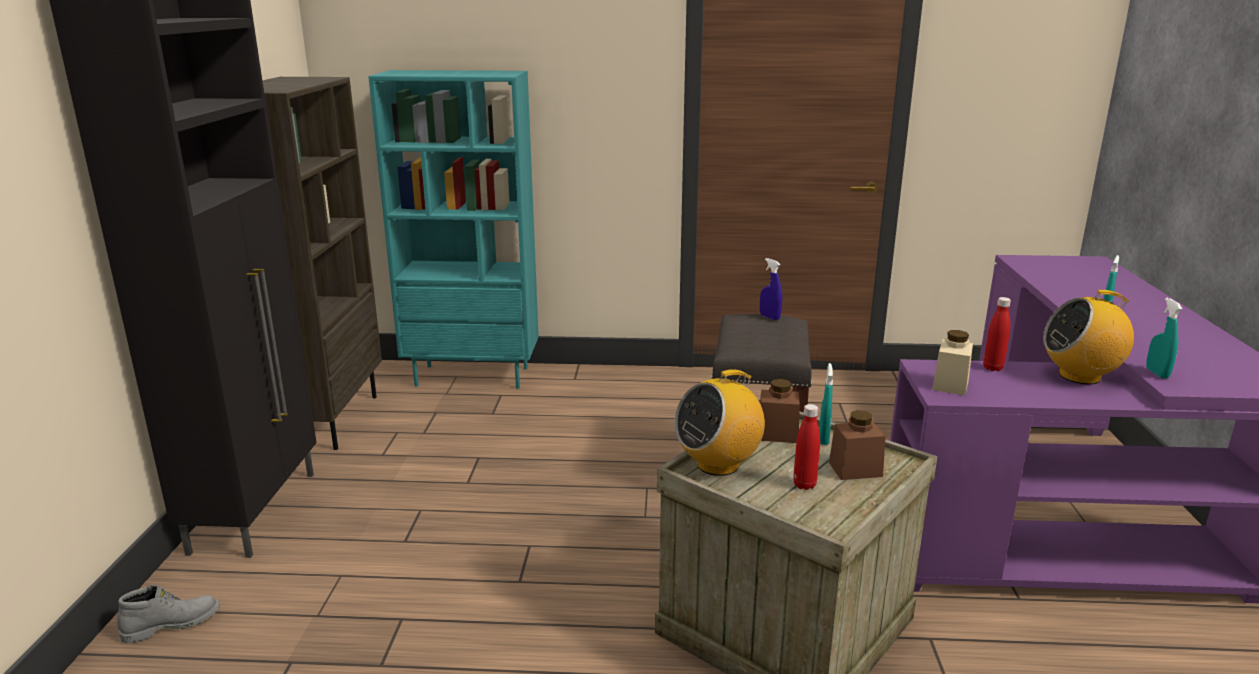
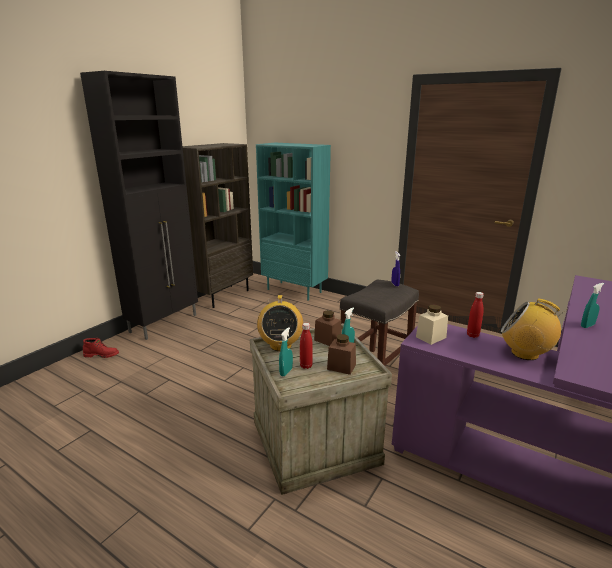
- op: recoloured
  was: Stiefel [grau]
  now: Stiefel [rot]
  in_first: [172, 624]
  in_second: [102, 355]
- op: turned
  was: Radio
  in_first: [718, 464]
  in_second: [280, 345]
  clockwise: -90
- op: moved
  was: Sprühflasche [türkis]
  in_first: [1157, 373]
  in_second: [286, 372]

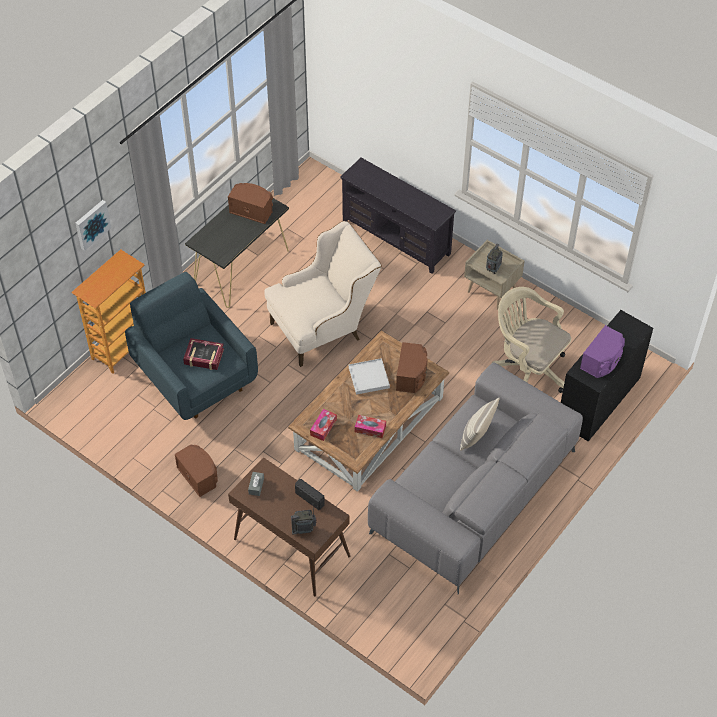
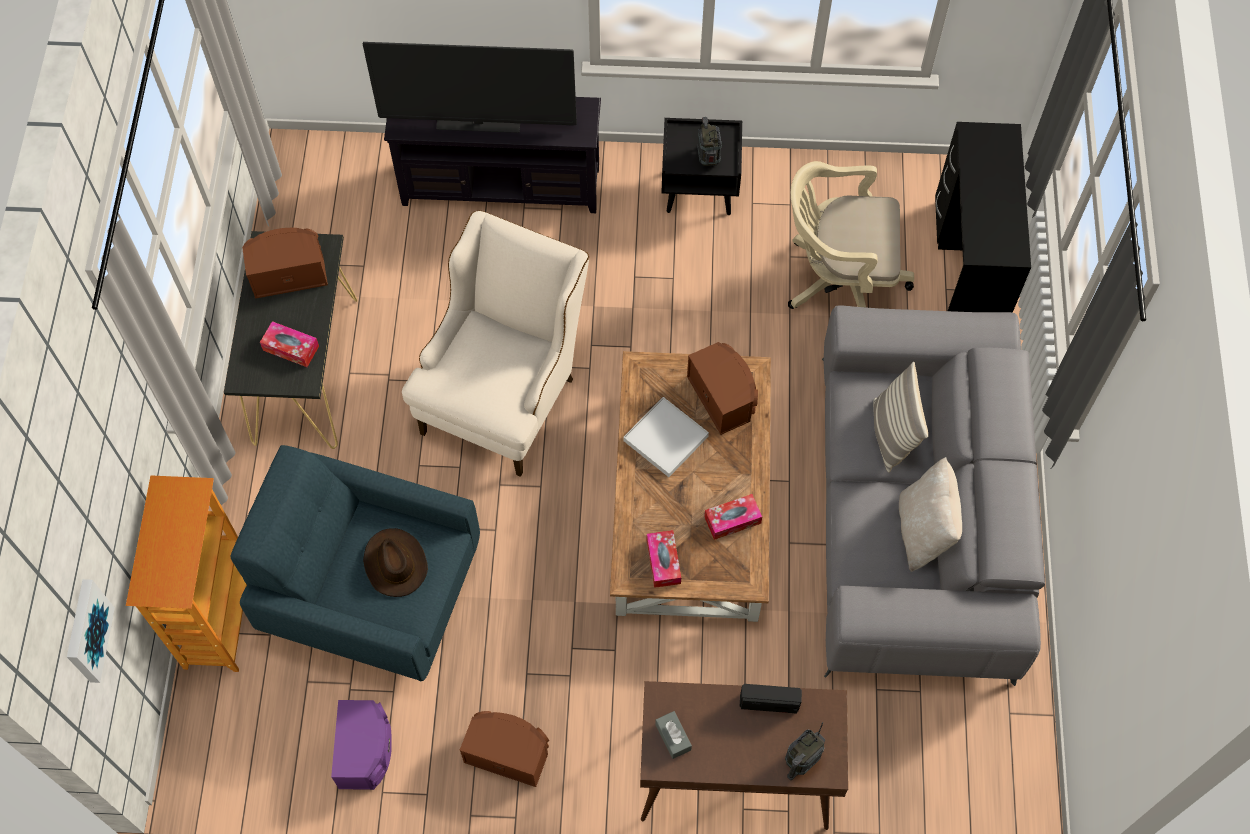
- op: moved
  was: Bild
  in_first: [91, 224]
  in_second: [86, 631]
- op: added
  now: Taschentuchbox
  in_second: [291, 348]
- op: moved
  was: Lautsprecher [lila]
  in_first: [602, 361]
  in_second: [366, 751]
- op: added
  now: Fernseher
  in_second: [478, 125]
- op: replaced
  was: Buch
  now: Hut [braun]
  in_first: [204, 357]
  in_second: [395, 563]
- op: recoloured
  was: Nachttisch [beige]
  now: Nachttisch [schwarz]
  in_first: [492, 291]
  in_second: [700, 191]
- op: added
  now: Kissen [beige]
  in_second: [923, 531]

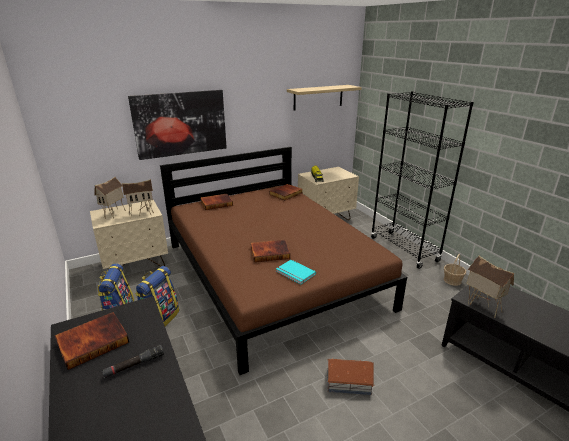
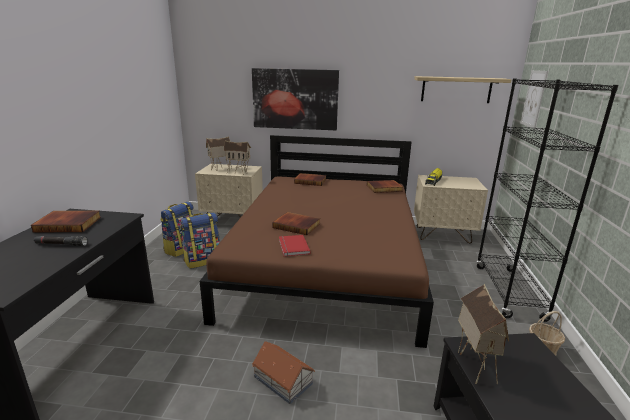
- op: recoloured
  was: Buch [türkis]
  now: Buch [rot]
  in_first: [295, 273]
  in_second: [292, 247]
- op: added
  now: Bild
  in_second: [534, 99]

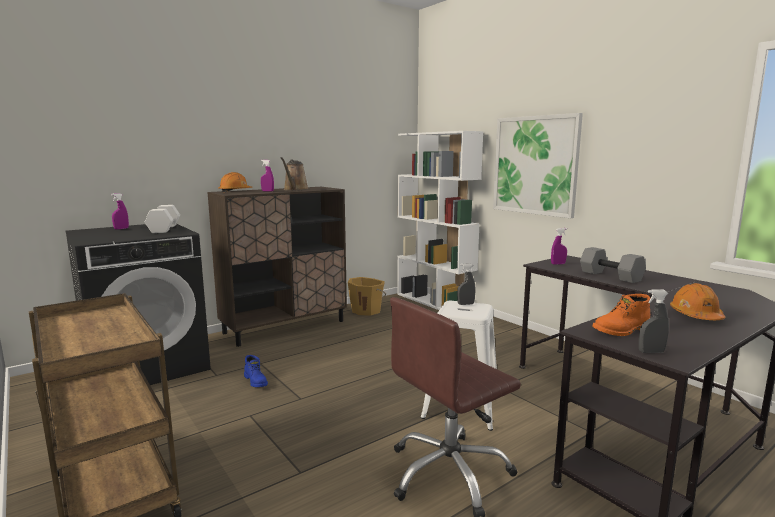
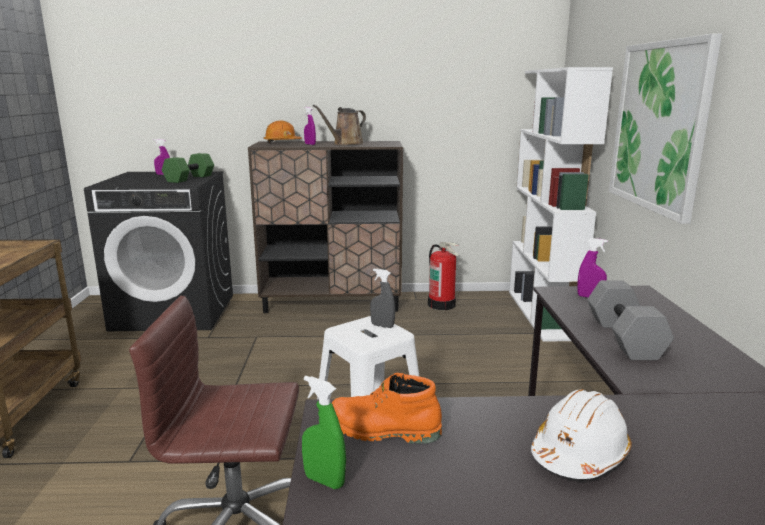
- op: recoloured
  was: Hantel [weiß]
  now: Hantel [grün]
  in_first: [165, 229]
  in_second: [190, 178]
- op: recoloured
  was: Sprühflasche [grau]
  now: Sprühflasche [grün]
  in_first: [651, 352]
  in_second: [324, 481]
- op: replaced
  was: Eimer [orange]
  now: Feuerlöscher
  in_first: [367, 310]
  in_second: [442, 305]
- op: recoloured
  was: Schutzhelm [orange]
  now: Schutzhelm [weiß]
  in_first: [695, 315]
  in_second: [579, 453]
- op: removed
  was: Stiefel [blau]
  in_first: [256, 381]

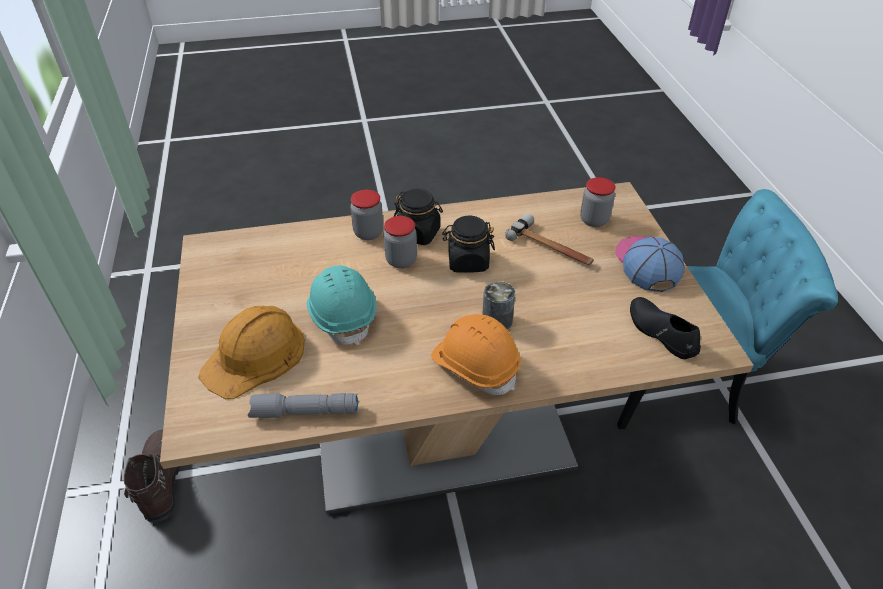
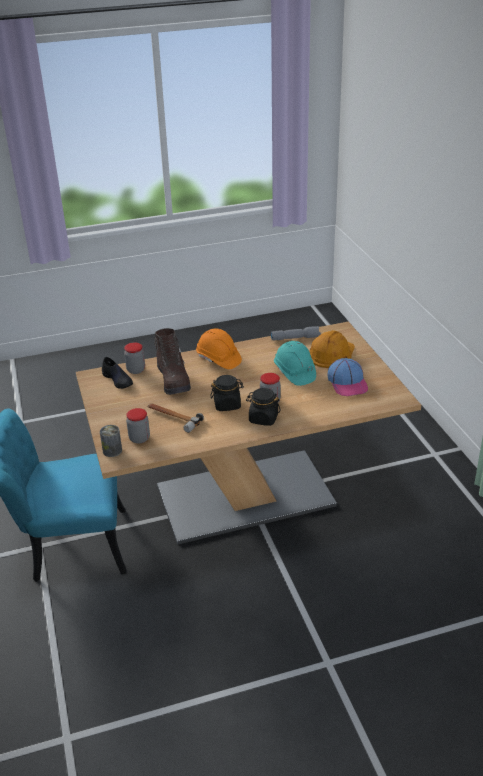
- op: moved
  was: Dose
  in_first: [497, 321]
  in_second: [112, 451]
- op: moved
  was: Vorratsglas
  in_first: [368, 233]
  in_second: [136, 370]
- op: moved
  was: Stiefel [braun]
  in_first: [162, 480]
  in_second: [174, 380]
- op: moved
  was: Kappe
  in_first: [646, 264]
  in_second: [348, 383]

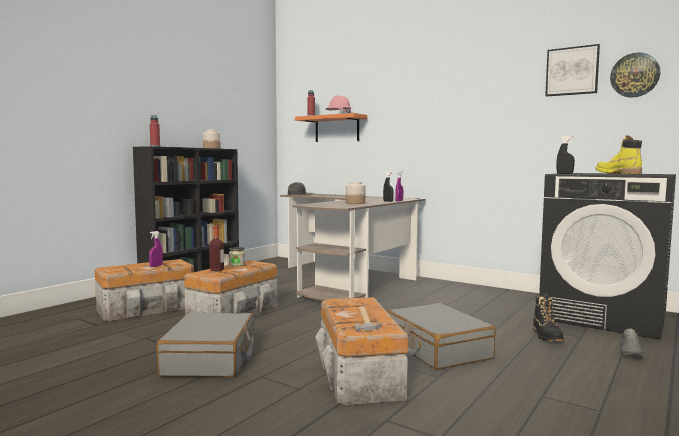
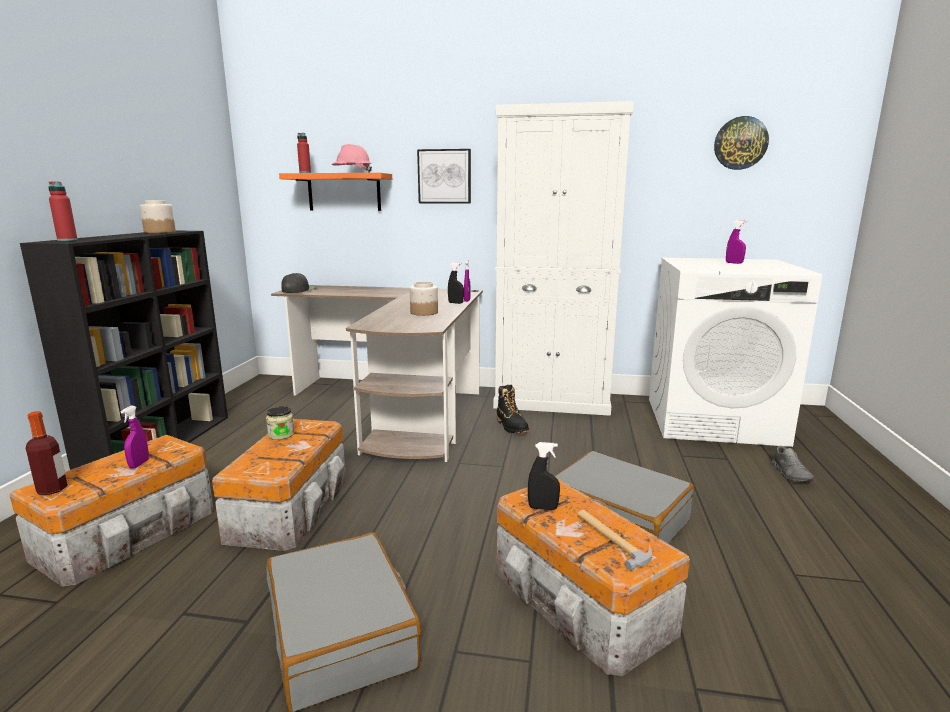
- op: moved
  was: Flasche
  in_first: [216, 270]
  in_second: [52, 489]
- op: moved
  was: Bild
  in_first: [572, 71]
  in_second: [444, 176]
- op: added
  now: Schrank [weiß]
  in_second: [552, 401]
- op: moved
  was: Stiefel [schwarz]
  in_first: [547, 336]
  in_second: [511, 426]
- op: moved
  was: Sprühflasche [schwarz]
  in_first: [564, 173]
  in_second: [543, 508]
- op: recoloured
  was: Waschmaschine [schwarz]
  now: Waschmaschine [weiß]
  in_first: [604, 316]
  in_second: [714, 420]
- op: replaced
  was: Stiefel [gelb]
  now: Sprühflasche [lila]
  in_first: [617, 173]
  in_second: [734, 263]

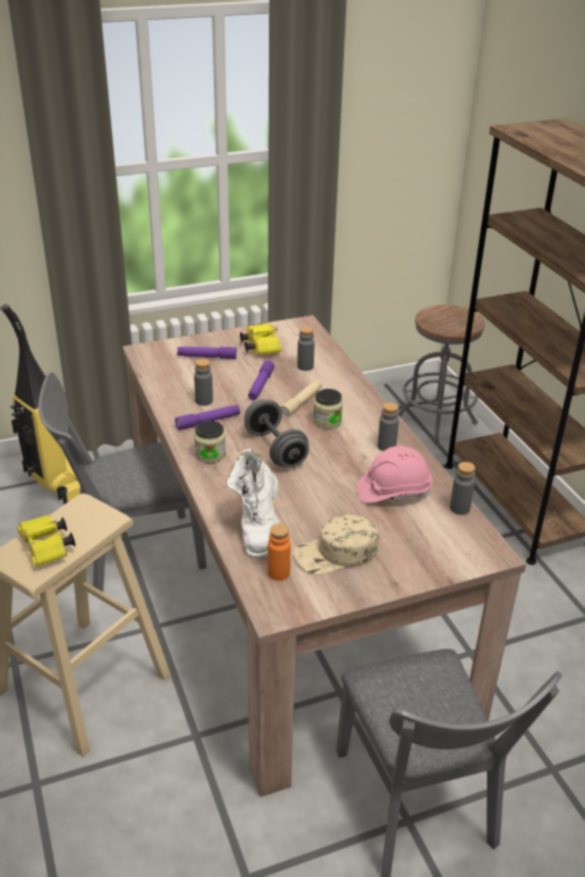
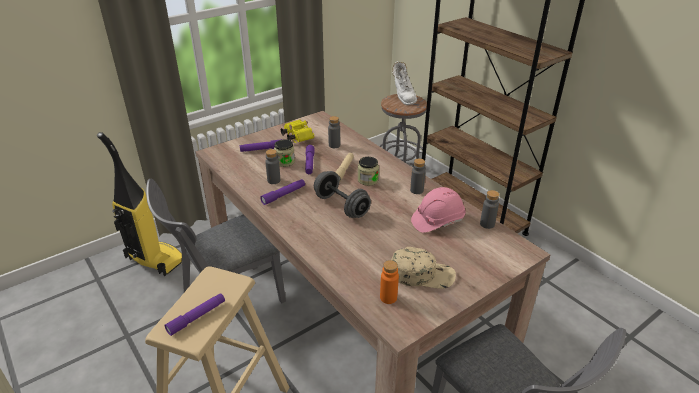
- op: replaced
  was: Fernglas [gelb]
  now: Taschenlampe [lila]
  in_first: [47, 549]
  in_second: [197, 317]
- op: moved
  was: Vorratsglas
  in_first: [210, 454]
  in_second: [285, 162]
- op: turned
  was: Kappe [beige]
  in_first: [336, 553]
  in_second: [422, 273]
  clockwise: -135
- op: moved
  was: Stiefel [weiß]
  in_first: [258, 529]
  in_second: [403, 97]

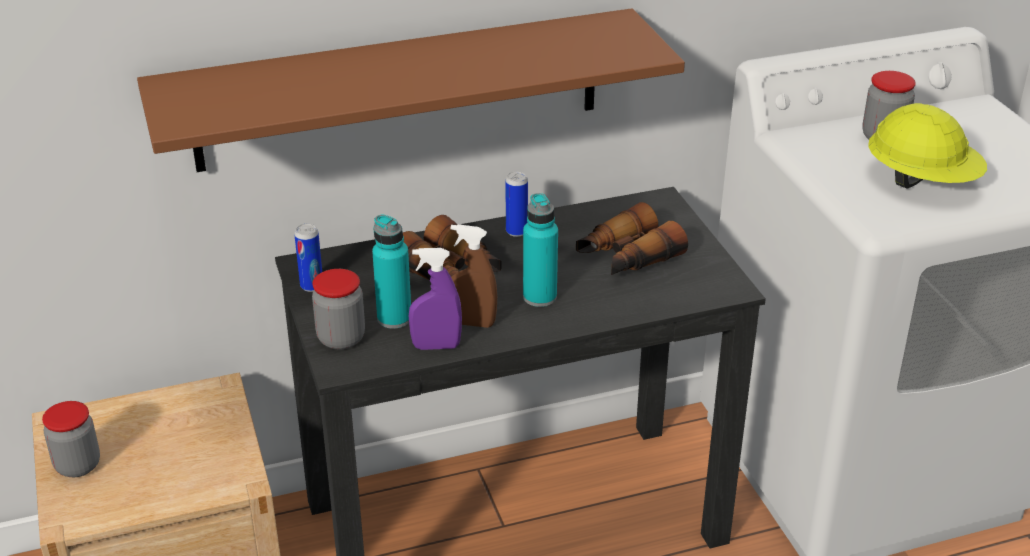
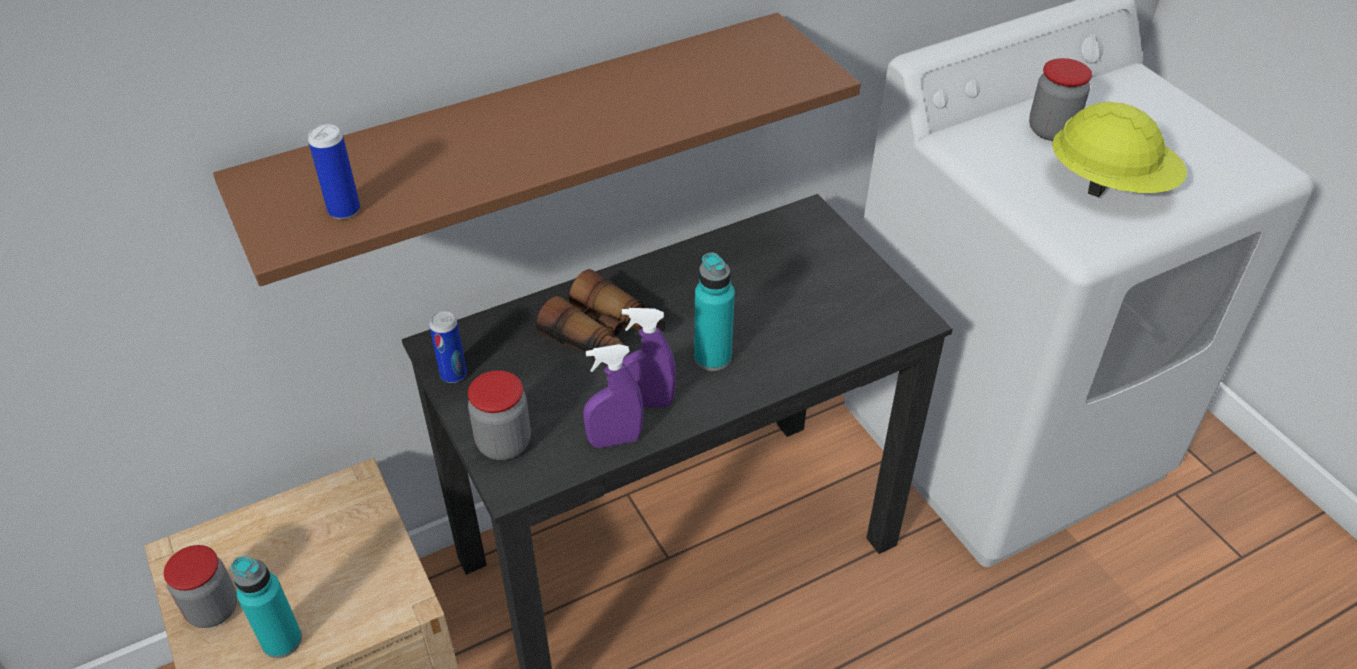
- op: moved
  was: Flasche [türkis]
  in_first: [394, 318]
  in_second: [282, 641]
- op: moved
  was: Dose
  in_first: [516, 231]
  in_second: [344, 210]
- op: recoloured
  was: Sprühflasche [braun]
  now: Sprühflasche [lila]
  in_first: [472, 323]
  in_second: [647, 402]
- op: removed
  was: Fernglas
  in_first: [627, 257]

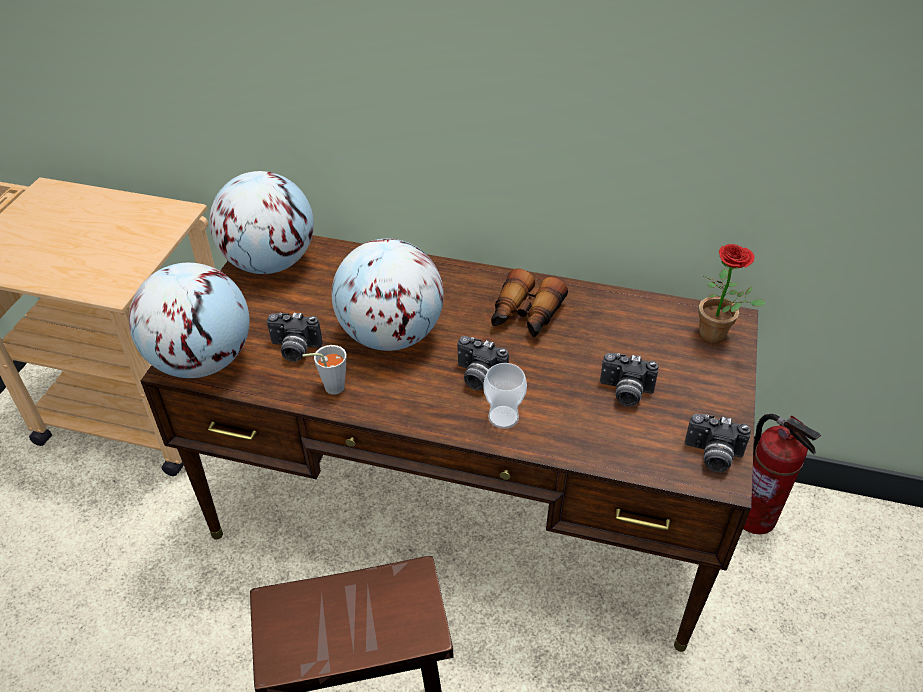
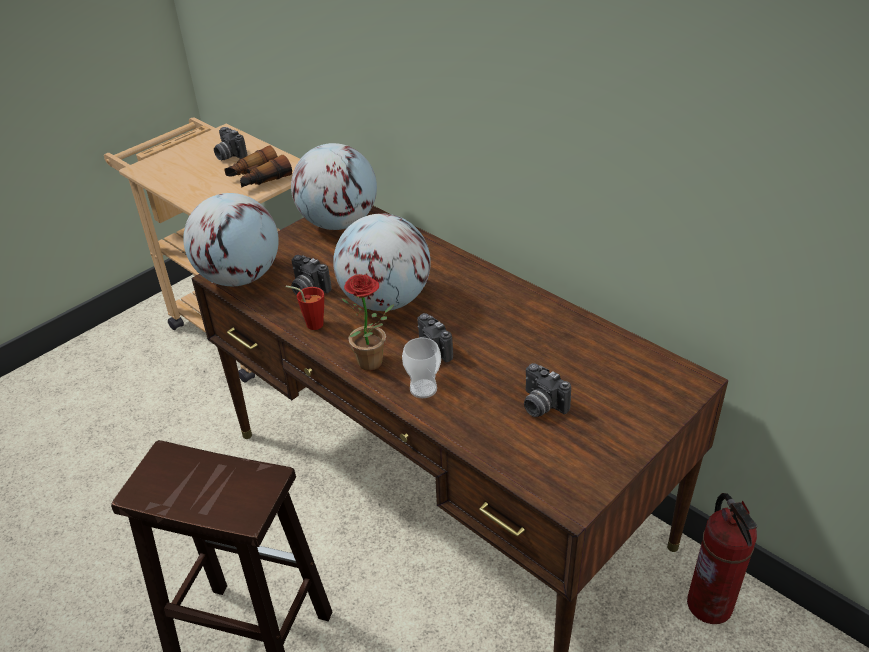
- op: moved
  was: Kamera
  in_first: [712, 456]
  in_second: [229, 156]
- op: moved
  was: Fernglas
  in_first: [525, 316]
  in_second: [258, 178]
- op: recoloured
  was: Tasse [grau]
  now: Tasse [rot]
  in_first: [329, 388]
  in_second: [311, 324]
- op: moved
  was: Topfpflanze
  in_first: [717, 336]
  in_second: [372, 365]

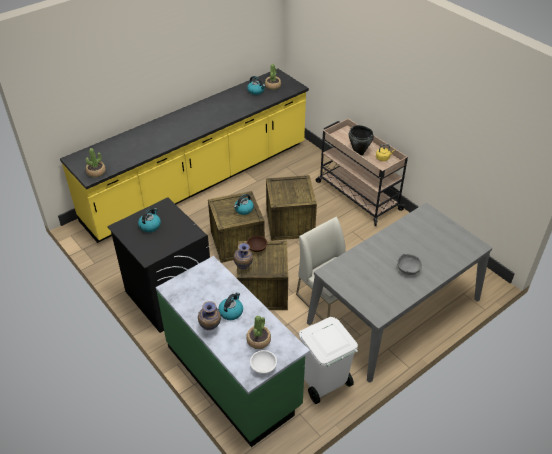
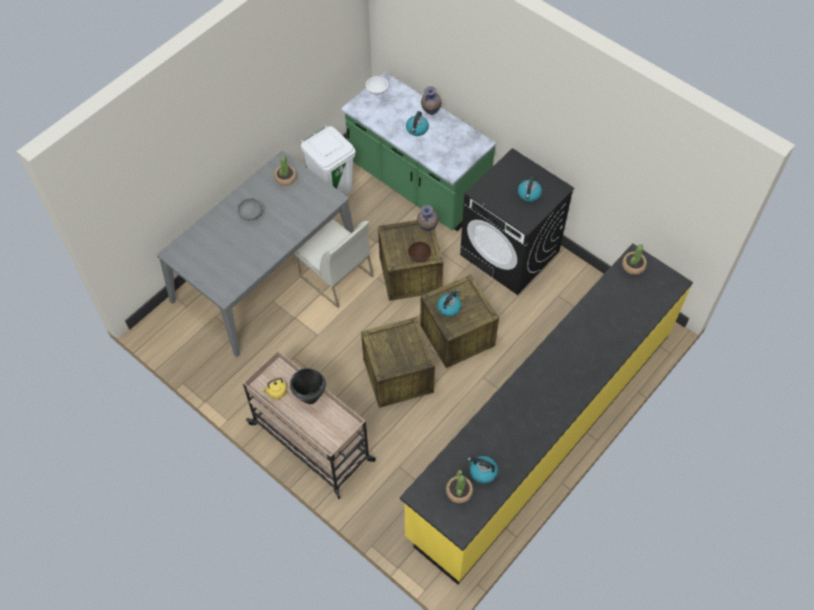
- op: moved
  was: Topfpflanze
  in_first: [258, 340]
  in_second: [285, 178]

